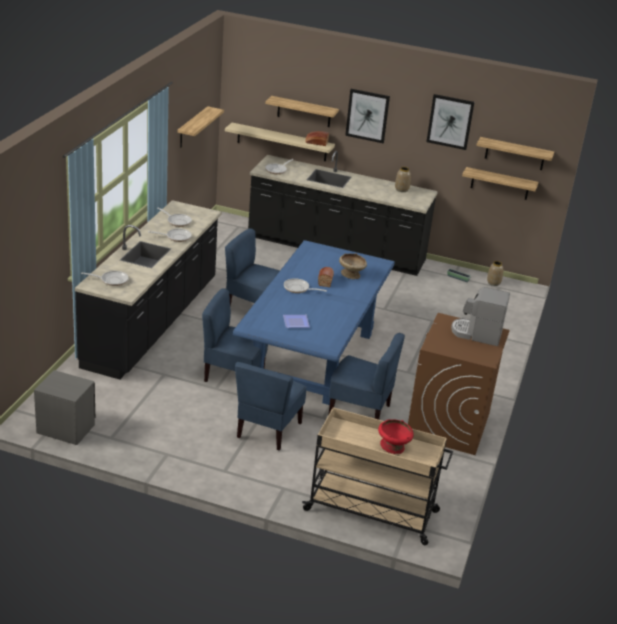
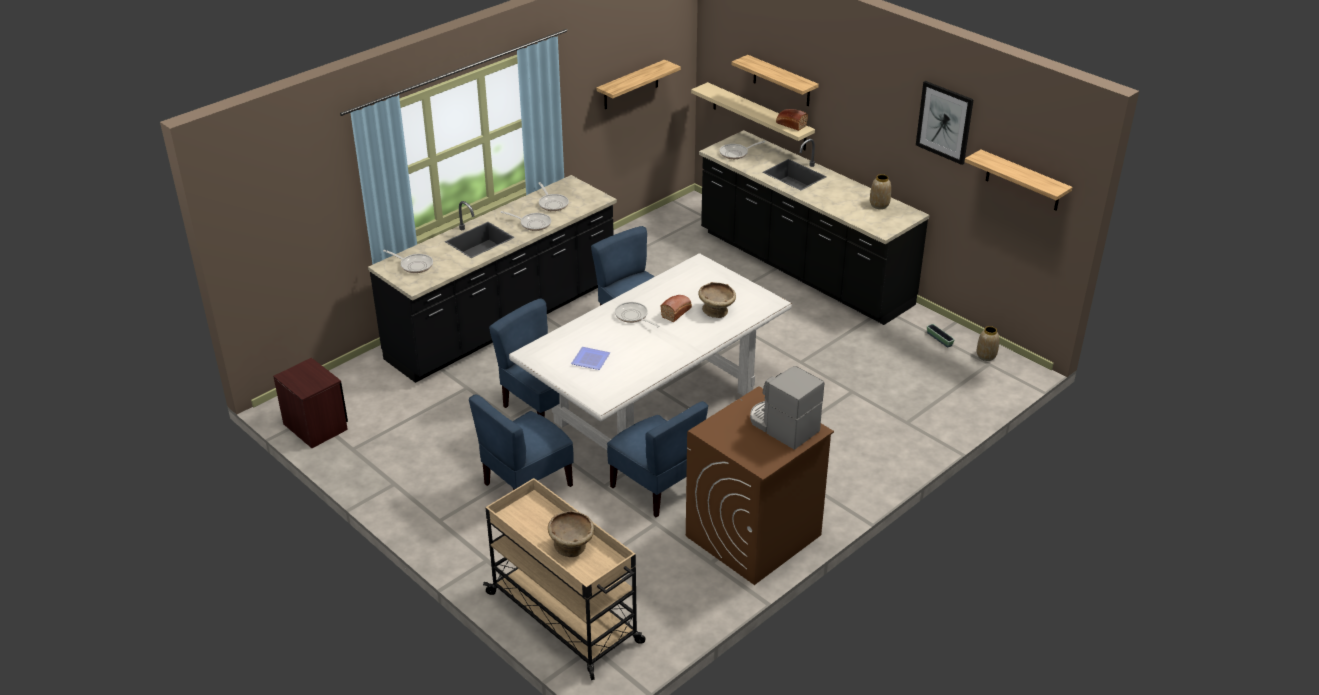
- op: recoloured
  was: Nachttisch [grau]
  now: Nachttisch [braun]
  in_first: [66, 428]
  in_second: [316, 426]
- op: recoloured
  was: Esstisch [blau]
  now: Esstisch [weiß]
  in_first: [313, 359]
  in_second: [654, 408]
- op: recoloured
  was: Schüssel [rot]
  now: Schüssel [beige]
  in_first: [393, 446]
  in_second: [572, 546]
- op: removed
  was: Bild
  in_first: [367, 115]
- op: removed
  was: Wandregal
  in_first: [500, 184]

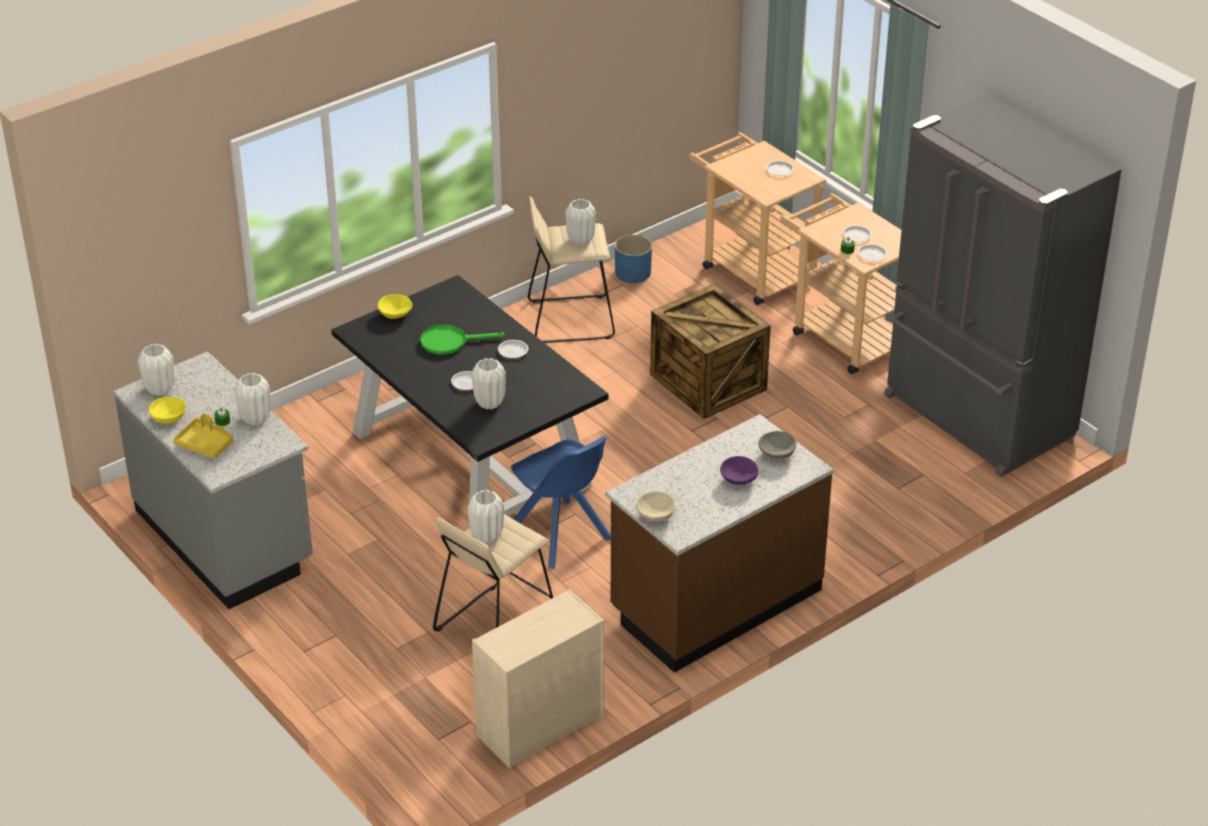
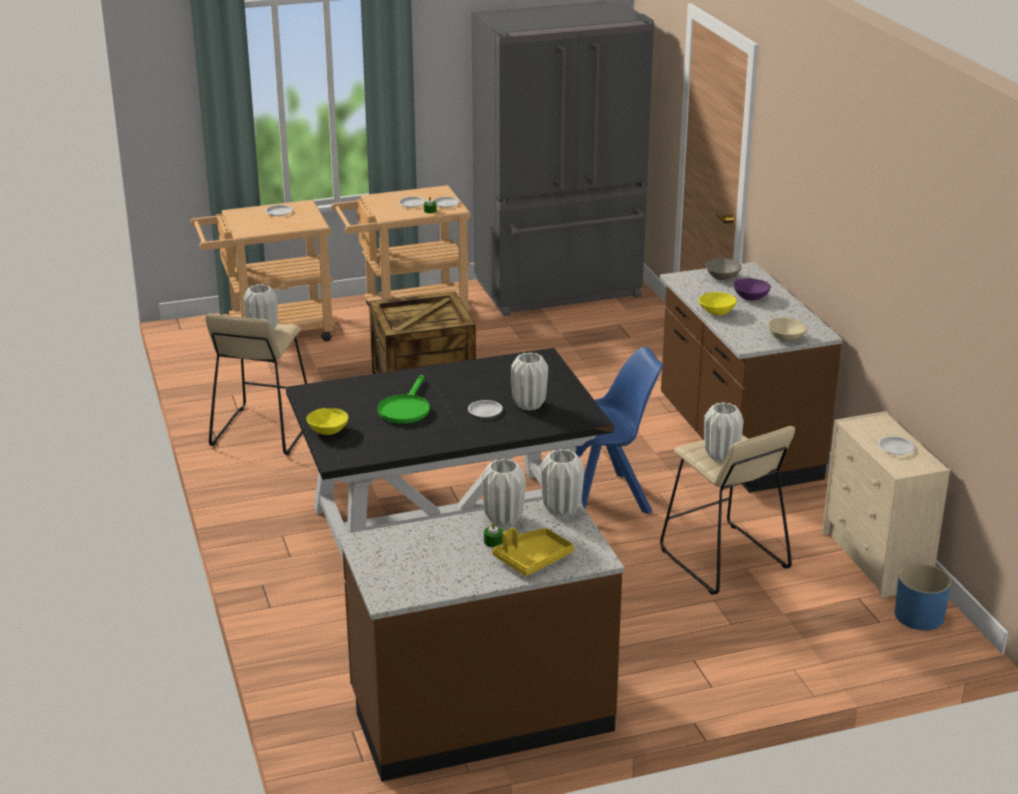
- op: recoloured
  was: Küchenzeile [grau]
  now: Küchenzeile [braun]
  in_first: [225, 537]
  in_second: [480, 714]
- op: moved
  was: Vase [weiß]
  in_first: [159, 389]
  in_second: [560, 509]
- op: moved
  was: Schüssel [gelb]
  in_first: [168, 418]
  in_second: [717, 312]
- op: moved
  was: Teller [weiß]
  in_first: [513, 351]
  in_second: [895, 448]
- op: moved
  was: Pflanzkübel [blau]
  in_first: [633, 272]
  in_second: [918, 615]

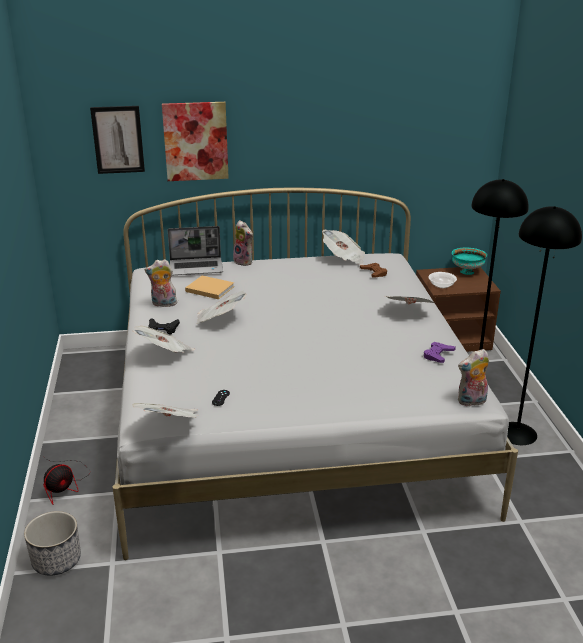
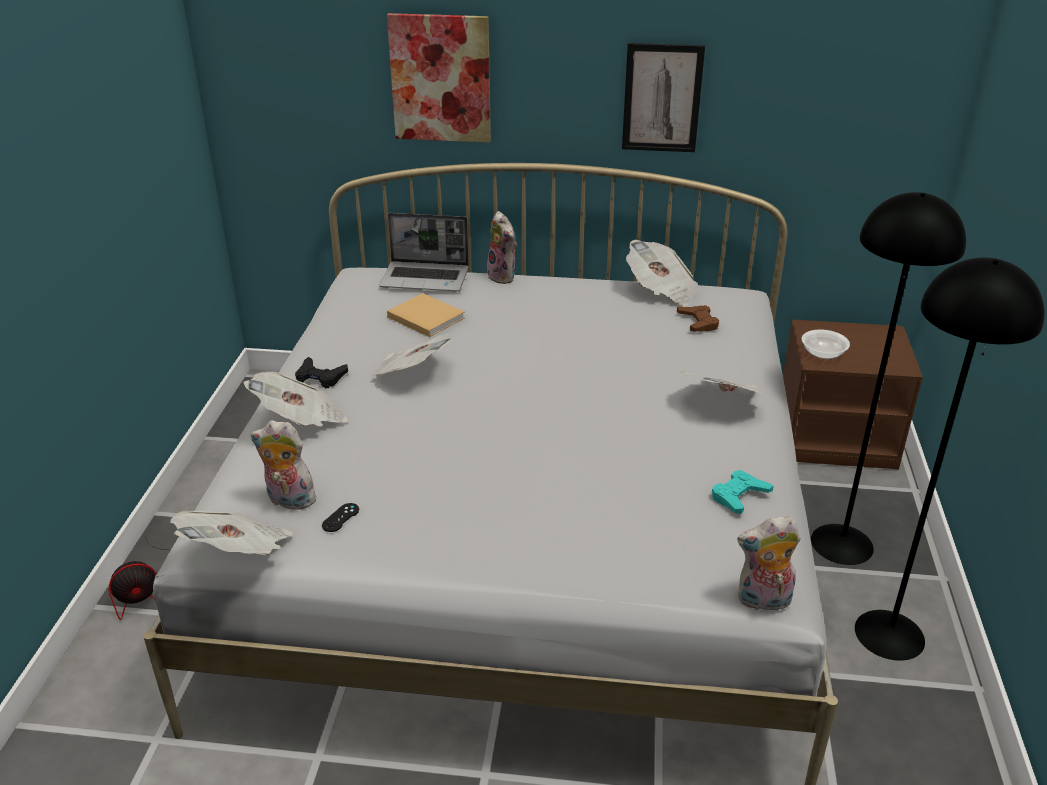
- op: moved
  was: Plüschtier
  in_first: [163, 304]
  in_second: [288, 501]
- op: moved
  was: Bild
  in_first: [118, 139]
  in_second: [662, 98]
- op: recoloured
  was: Gamepad [lila]
  now: Gamepad [türkis]
  in_first: [438, 355]
  in_second: [739, 496]
- op: removed
  was: Pflanzkübel
  in_first: [56, 560]
- op: removed
  was: Schüssel [türkis]
  in_first: [466, 272]

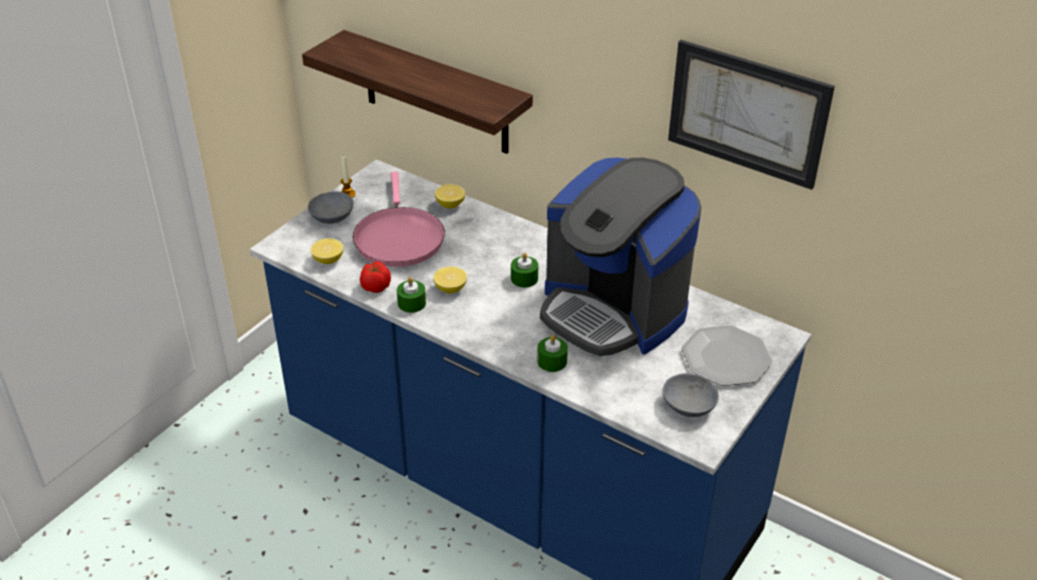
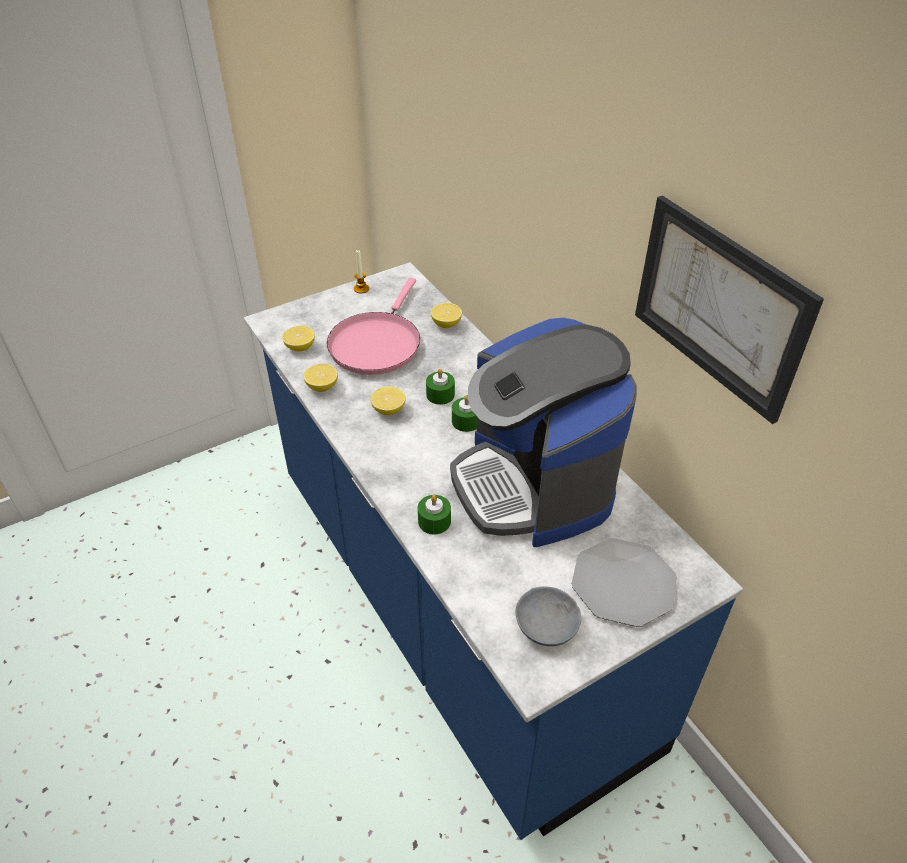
- op: replaced
  was: Tomate
  now: Zitrone
  in_first: [375, 287]
  in_second: [322, 386]
- op: moved
  was: Kerze [grün]
  in_first: [411, 303]
  in_second: [440, 395]
- op: removed
  was: Wandregal
  in_first: [435, 93]
- op: removed
  was: Schüssel [grau]
  in_first: [331, 215]

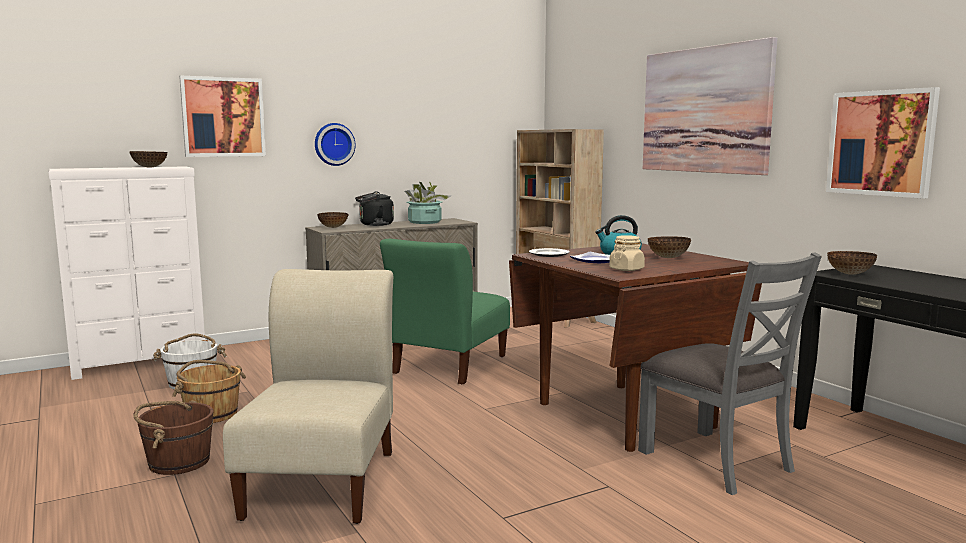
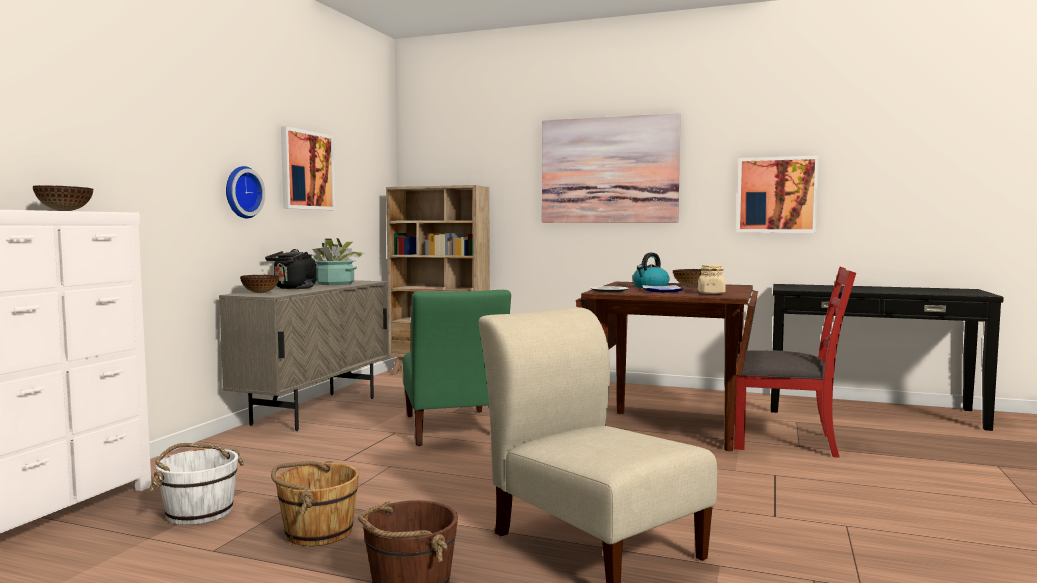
- op: moved
  was: Bild
  in_first: [223, 117]
  in_second: [307, 170]
- op: recoloured
  was: Stuhl [grau]
  now: Stuhl [rot]
  in_first: [717, 460]
  in_second: [785, 441]
- op: removed
  was: Schüssel
  in_first: [850, 274]

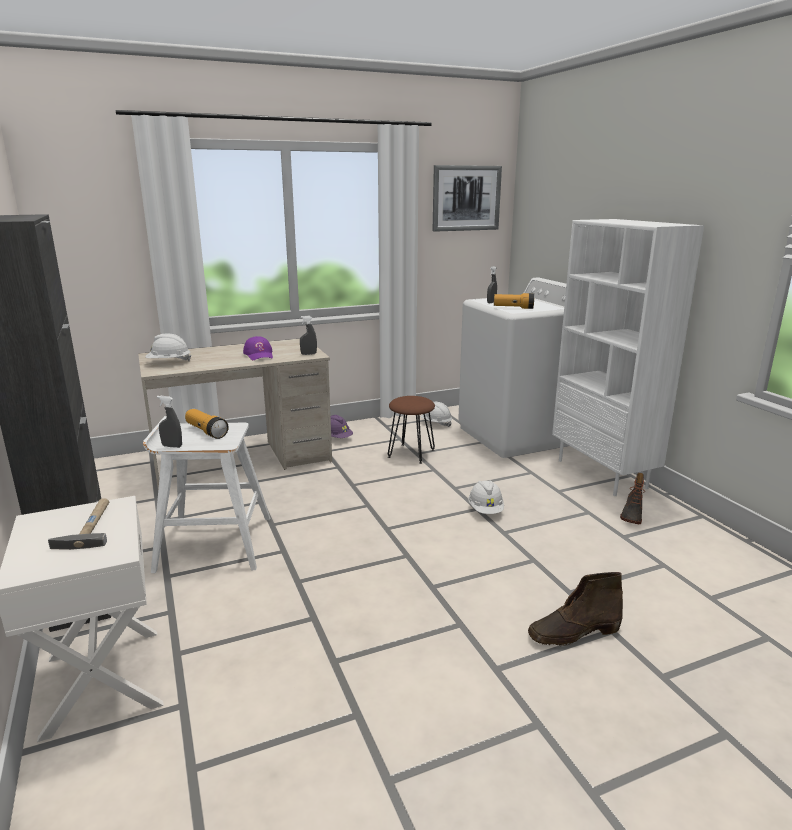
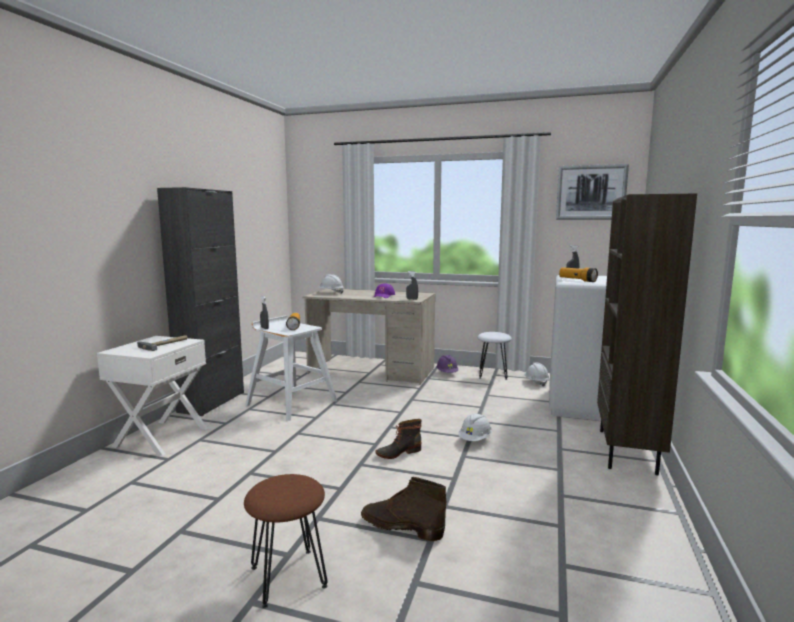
- op: moved
  was: Hocker [braun]
  in_first: [411, 454]
  in_second: [287, 577]
- op: moved
  was: Stiefel
  in_first: [631, 514]
  in_second: [398, 452]
- op: added
  now: Hocker [weiß]
  in_second: [493, 374]
- op: recoloured
  was: Bücherregal [weiß]
  now: Bücherregal [braun]
  in_first: [603, 474]
  in_second: [628, 451]

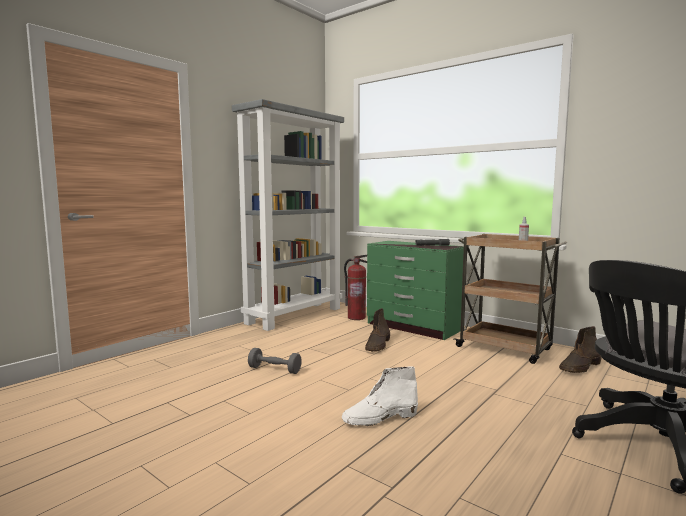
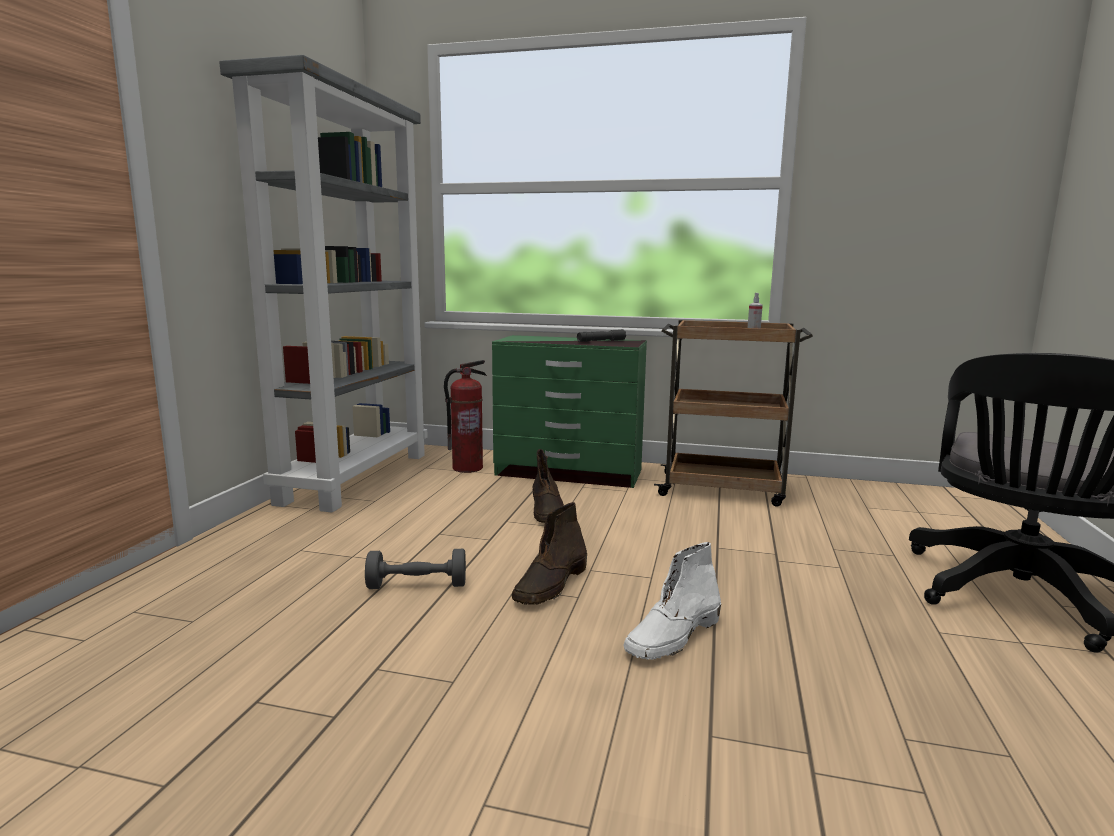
- op: moved
  was: Stiefel [braun]
  in_first: [580, 367]
  in_second: [551, 585]

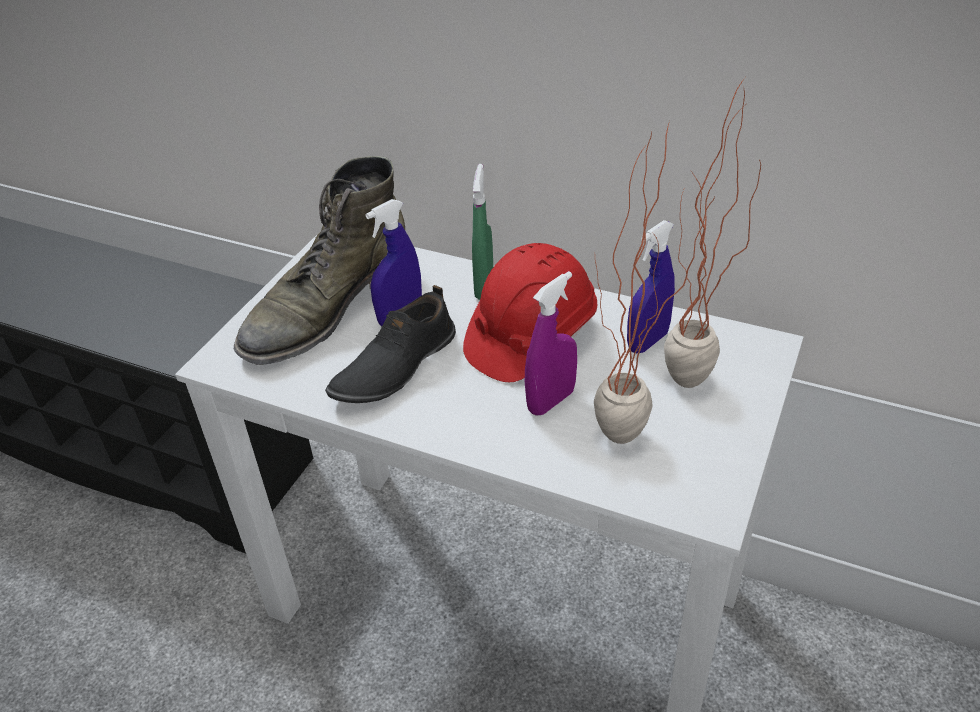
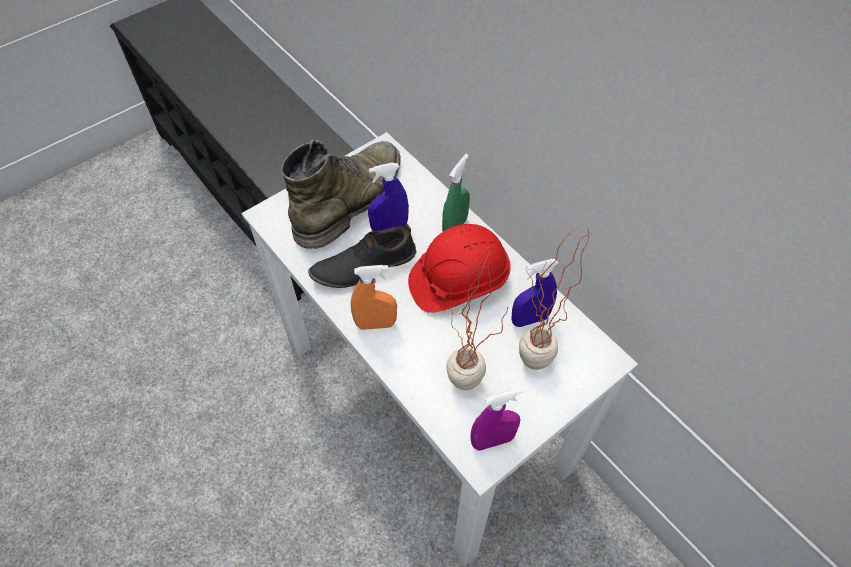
- op: turned
  was: Stiefel [grün]
  in_first: [326, 306]
  in_second: [350, 200]
  clockwise: 150
- op: added
  now: Sprühflasche [orange]
  in_second: [376, 324]
- op: moved
  was: Sprühflasche [lila]
  in_first: [551, 401]
  in_second: [492, 440]

